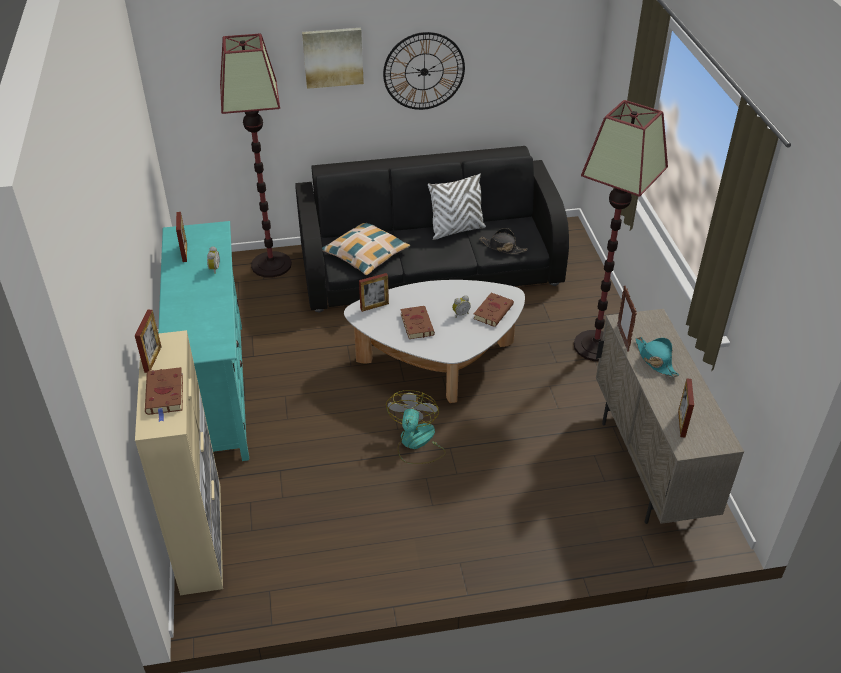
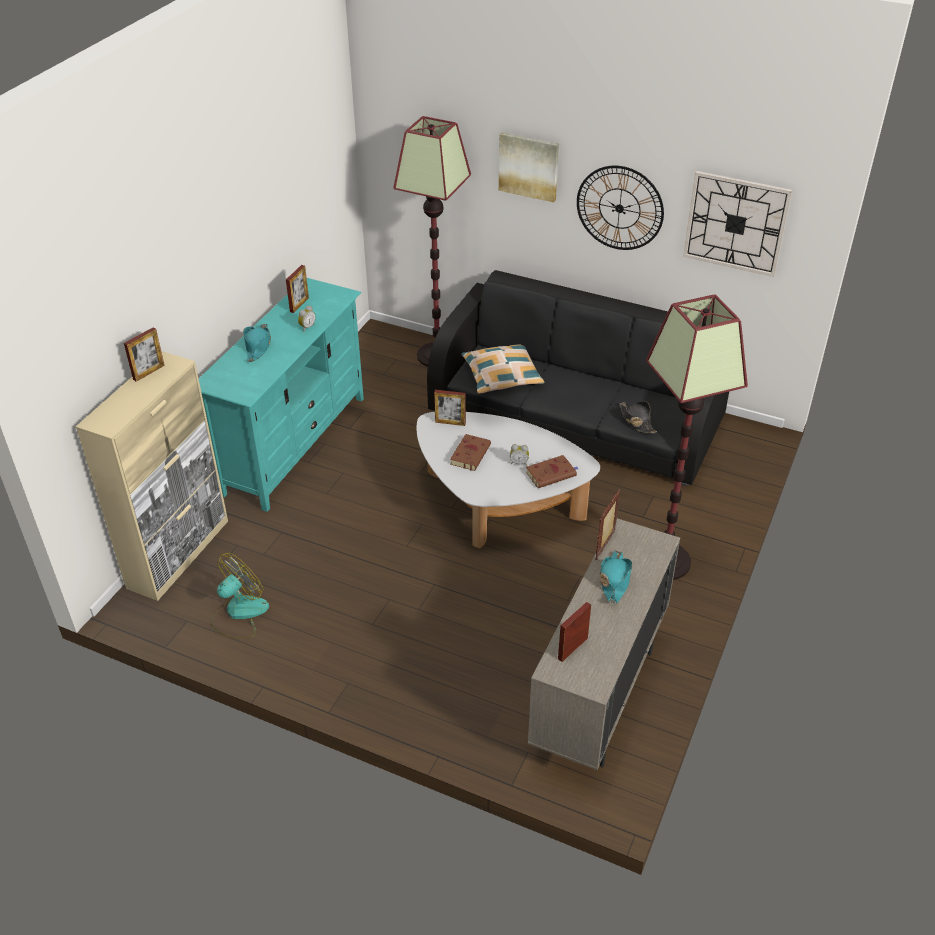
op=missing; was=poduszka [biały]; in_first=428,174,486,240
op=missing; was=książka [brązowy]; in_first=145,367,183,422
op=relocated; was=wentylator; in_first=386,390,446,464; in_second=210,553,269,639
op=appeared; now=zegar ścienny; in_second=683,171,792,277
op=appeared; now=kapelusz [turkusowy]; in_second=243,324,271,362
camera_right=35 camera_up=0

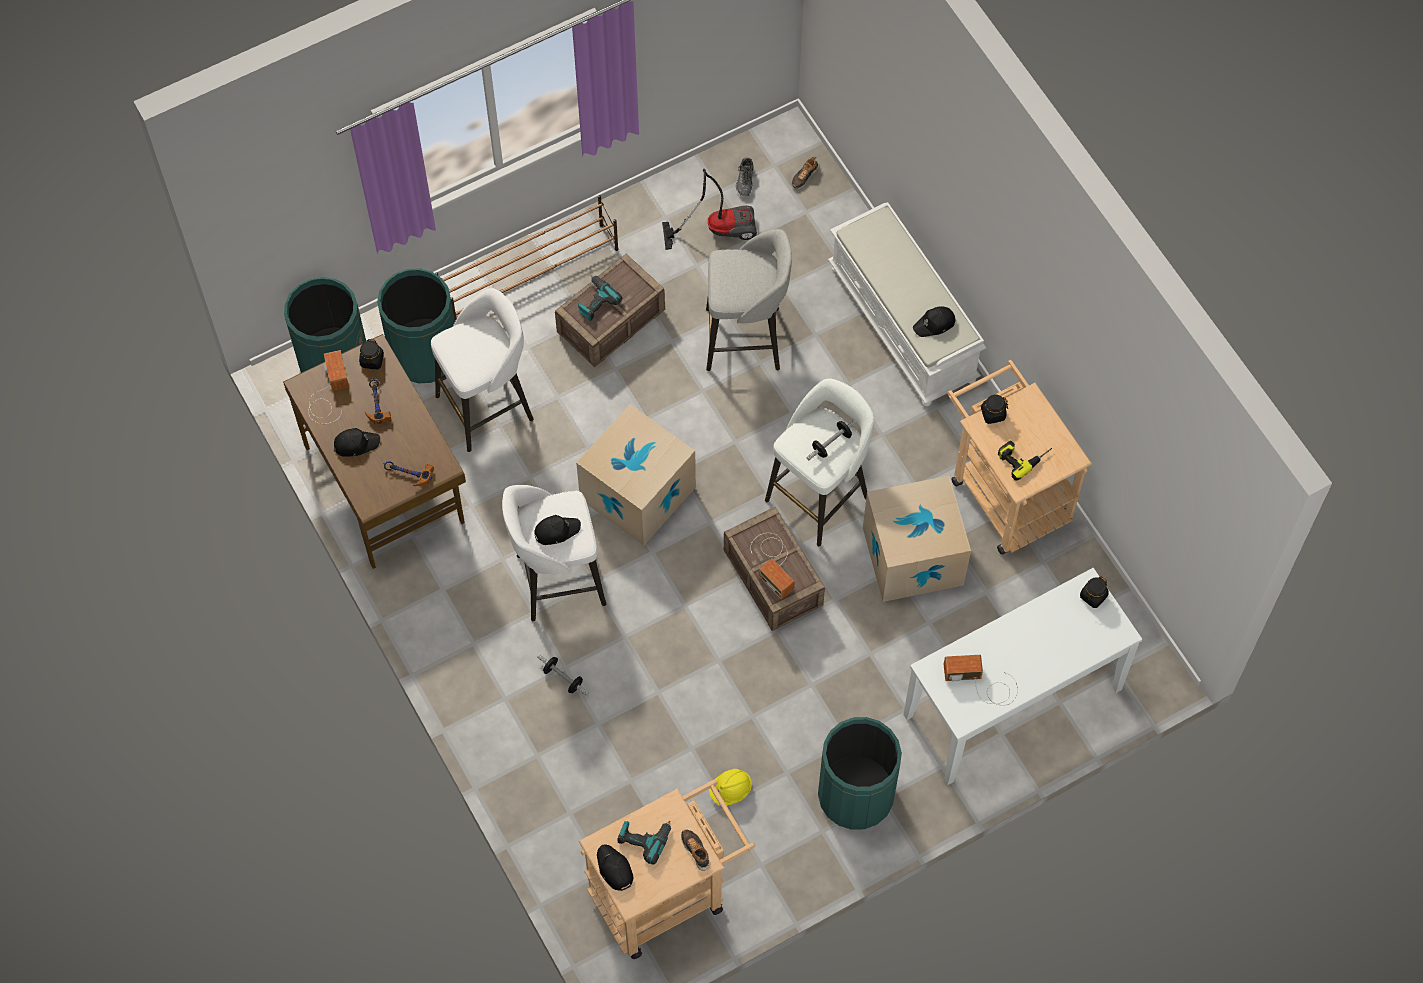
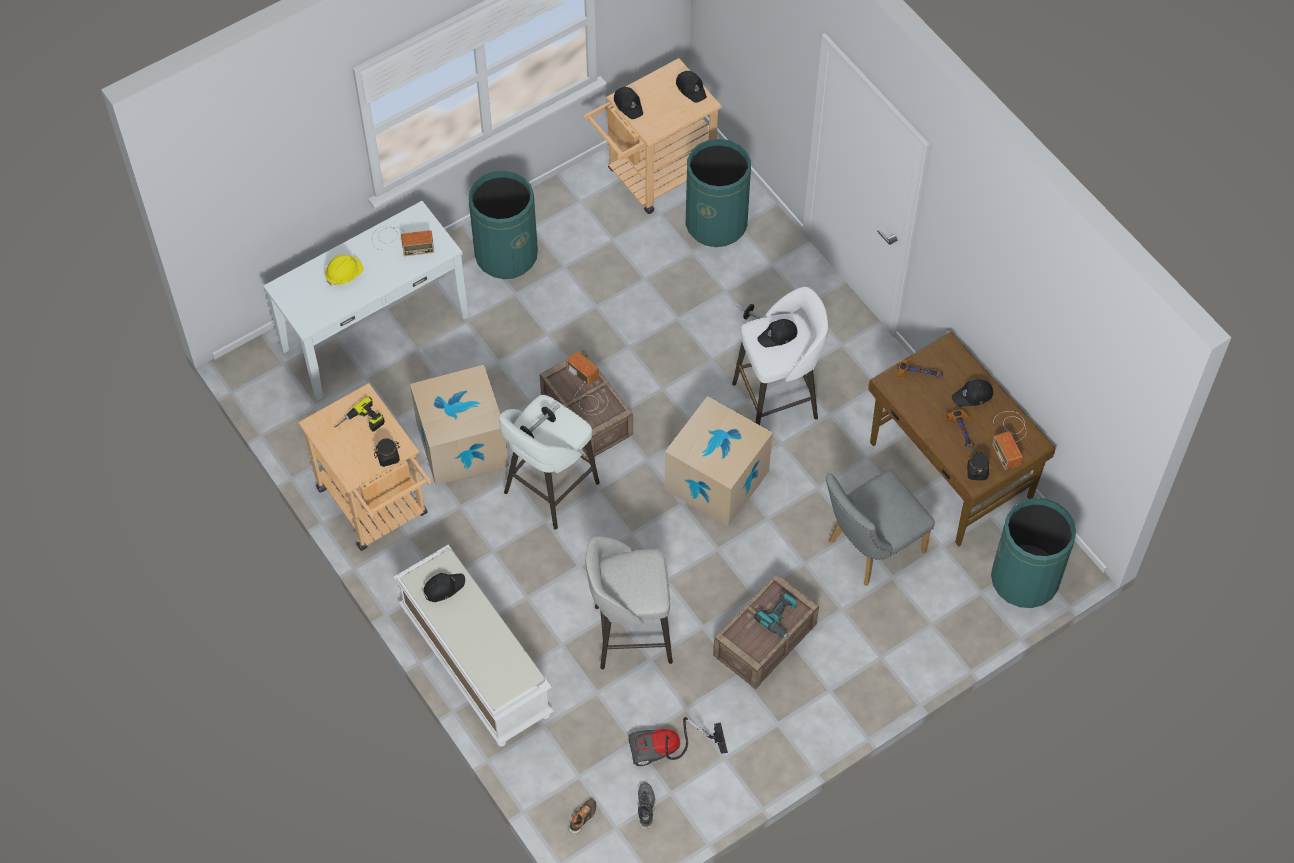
op=missing; was=regał na buty [brązowy]; in_first=435,195,619,321
op=relocated; was=kosz na śmieci [zielony]; in_first=377,268,455,383; in_second=686,139,751,247
op=exchanged; was=stołek [biały]; now=krzesło [szary]; in_first=431,288,533,452; in_second=826,469,935,586
op=missing; was=słoik [czarny]; in_first=1080,577,1109,608
op=relocated; was=kask [żółty]; in_first=709,769,752,806; in_second=325,255,363,285
op=missing; was=wiertarka; in_first=617,821,671,865
op=exchanged; was=but; now=czapka z daszkiem [czarny]; in_first=681,829,710,871; in_second=614,87,643,119
camera_right=175 camera_up=-5

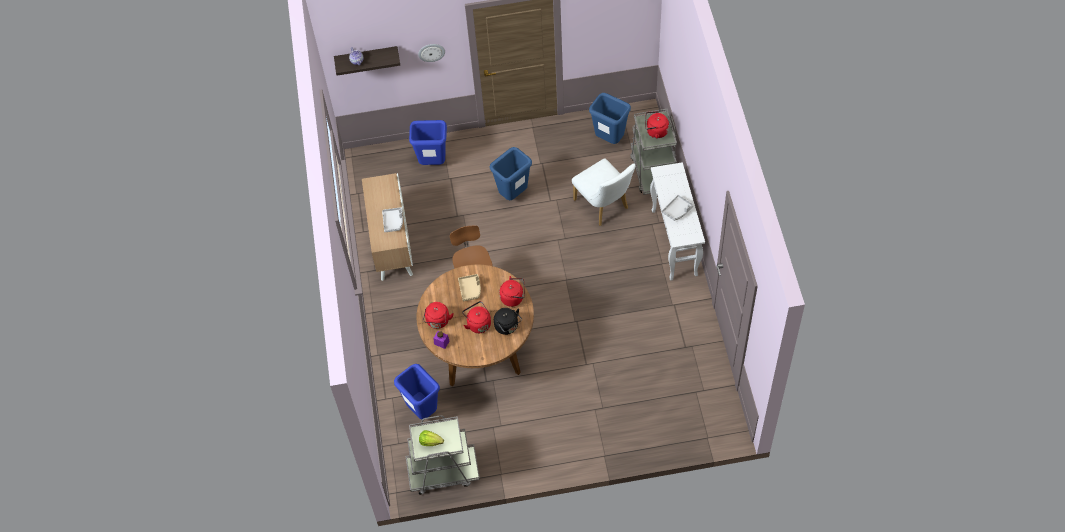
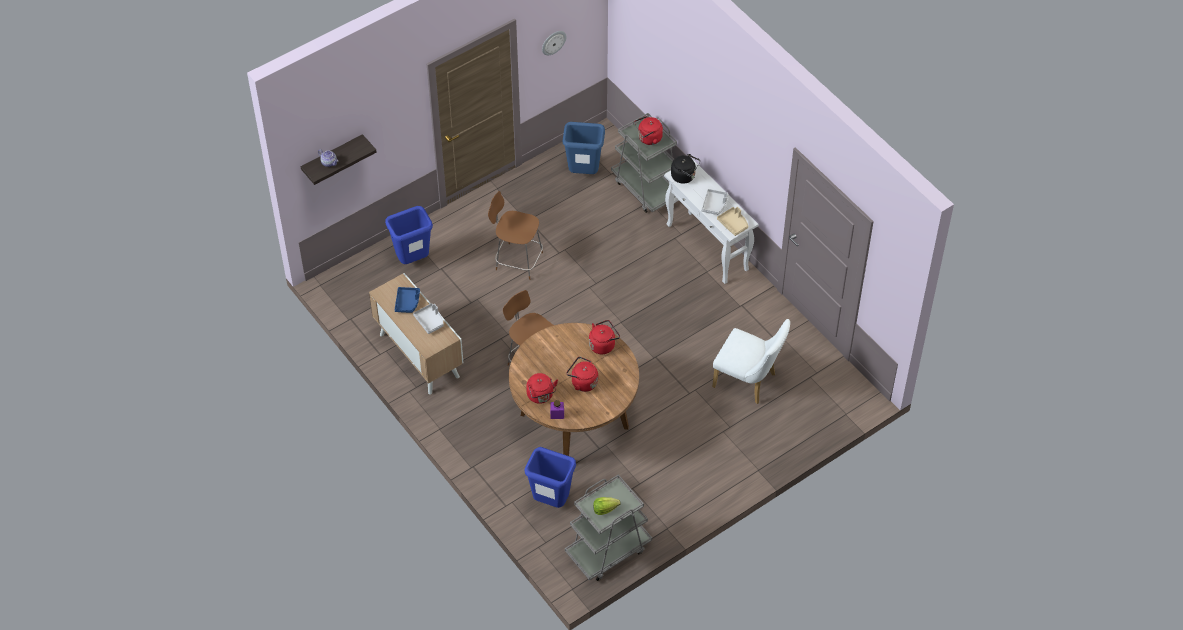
op=relocated; was=zegar ścienny; in_first=418,44,445,62; in_second=542,31,567,55
op=exchanged; was=kosz na śmieci [niebieski]; now=krzesło [brązowy]; in_first=490,147,532,200; in_second=488,191,543,280
op=relocated; was=krzesło [biały]; in_first=572,158,636,226; in_second=712,319,790,404
op=relocated; was=taca [beżowy]; in_first=458,274,481,301; in_second=717,207,748,236
op=relocated; was=czajnik [czarny]; in_first=494,308,522,335; in_second=671,154,700,184
op=appeared; now=taca [niebieski]; in_second=395,287,420,313
camera_right=-30 camera_up=-5

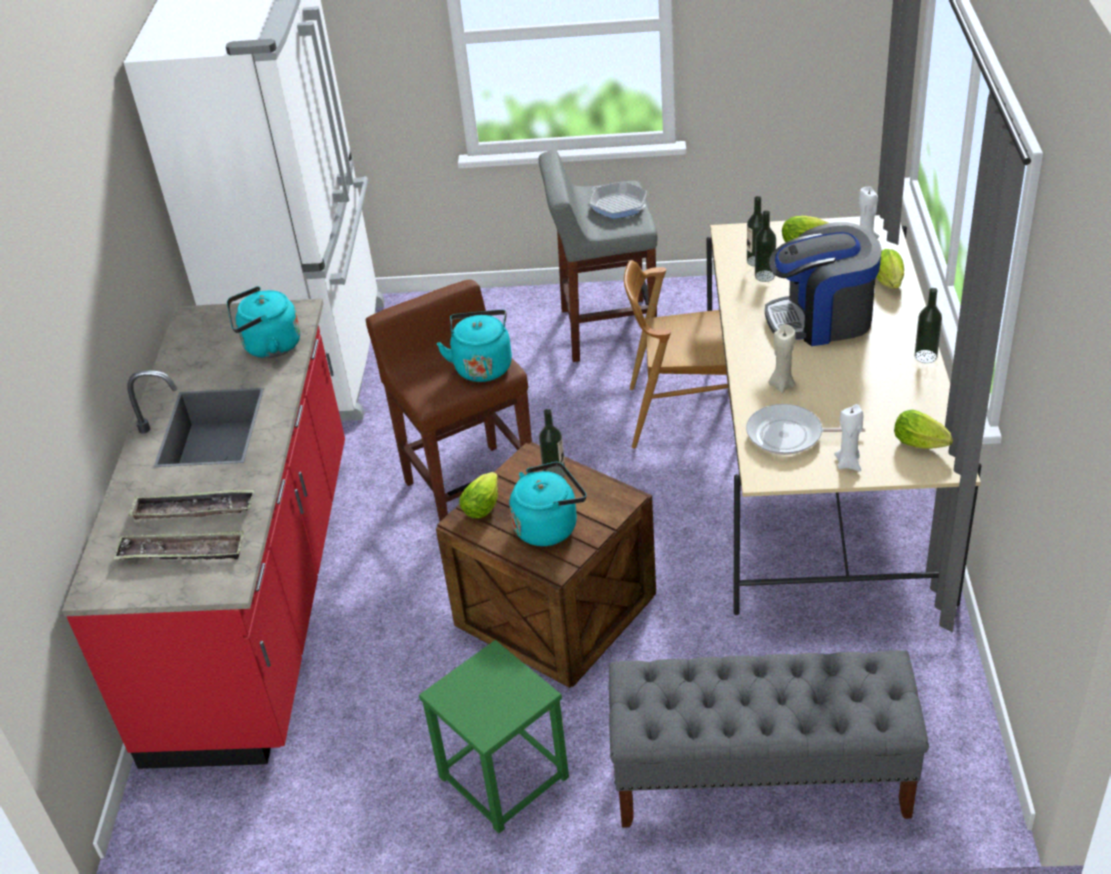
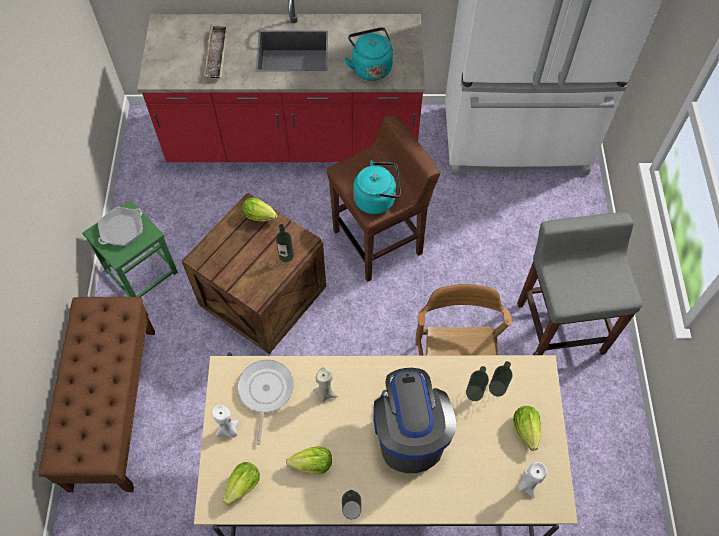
op=relocated; was=patelnia; in_first=590,182,647,219; in_second=98,207,143,246
op=relocated; was=sałata; in_first=876,249,904,289; in_second=286,447,332,474
op=missing; was=czajnik [turkusowy]; in_first=509,462,586,546
op=missing; was=taca; in_first=113,531,244,560
op=colour; was=ławka [szary]; now=ławka [brązowy]; in_first=609,650,929,828; in_second=38,297,155,492
camera_right=85 camera_up=20

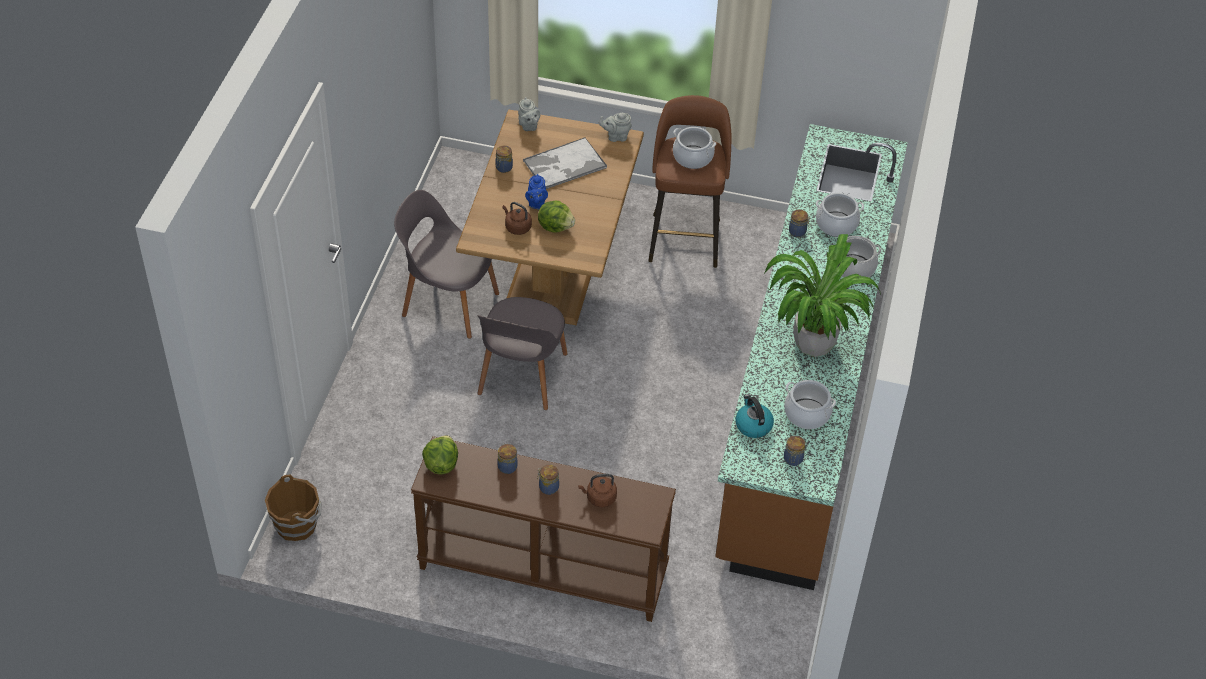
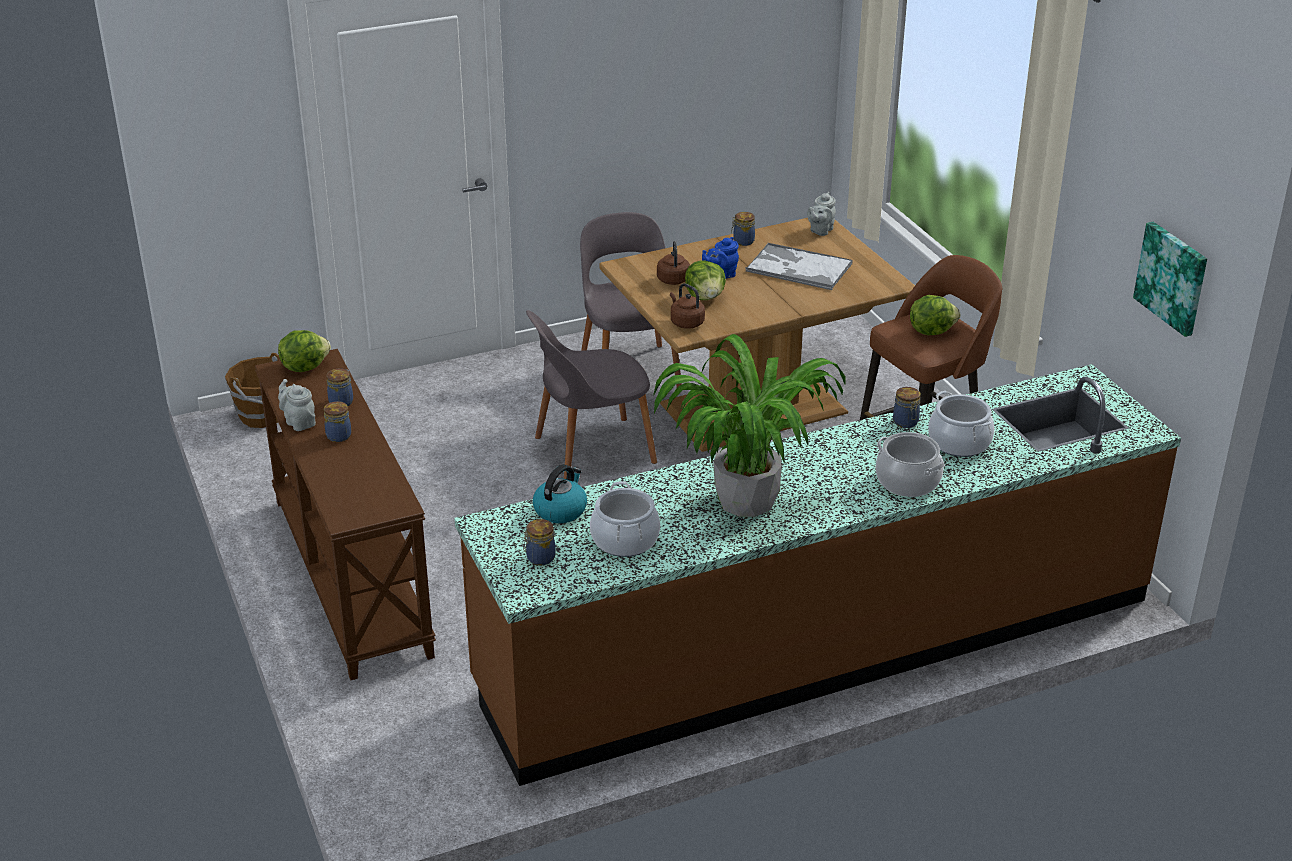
op=relocated; was=imbryk [szary]; in_first=599,113,632,142; in_second=278,379,316,431
op=exchanged; was=garnek; now=sałata; in_first=673,127,716,169; in_second=910,295,960,335
op=relocated; was=czajnik [brązowy]; in_first=578,474,617,507; in_second=670,283,705,329
op=appeared; now=obraz; in_second=1133,222,1207,337
camera_right=55 camera_up=-15

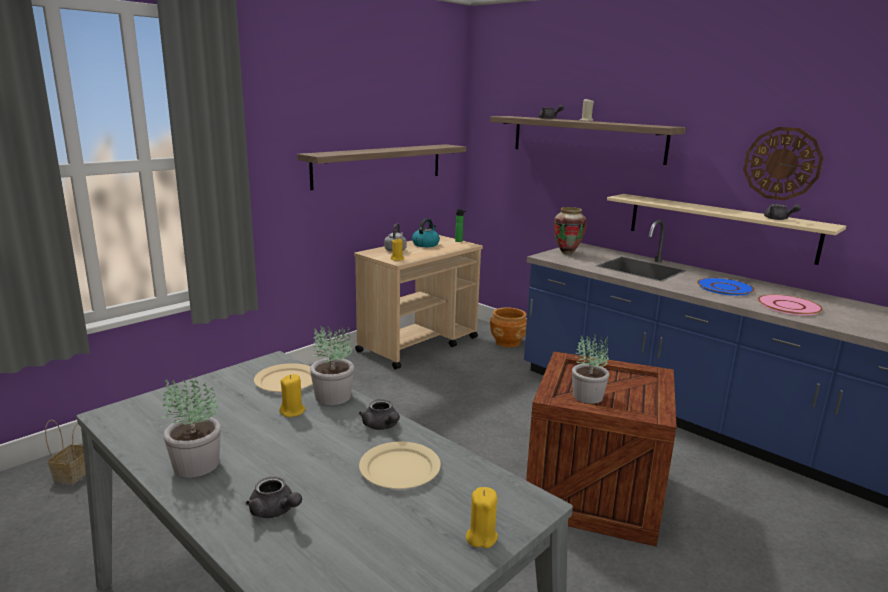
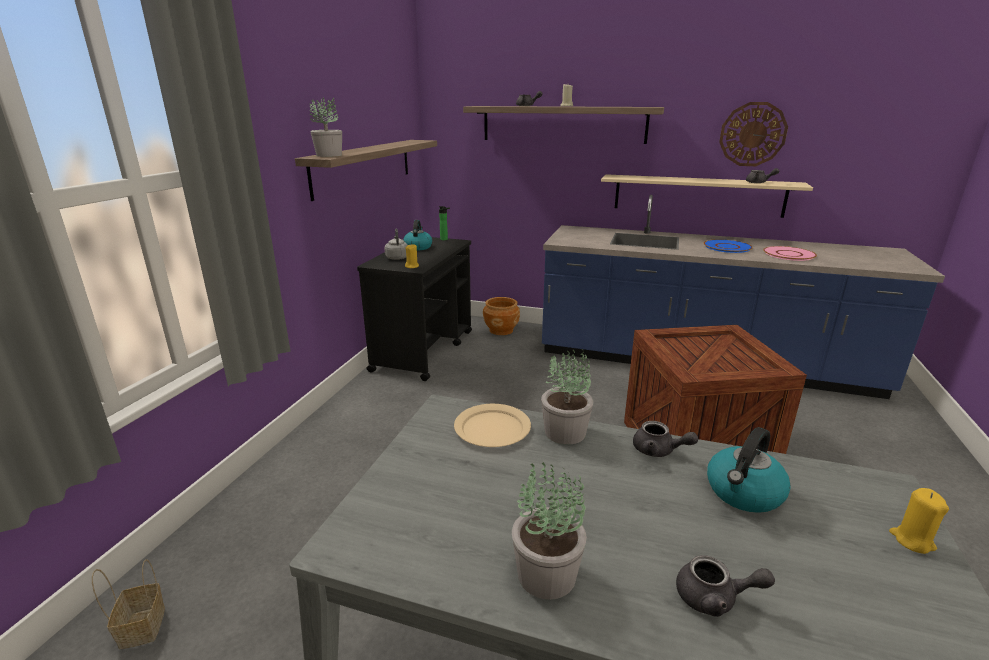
op=missing; was=wazon; in_first=554,207,587,254
op=colour; was=wózek [beżowy]; now=wózek [czarny]; in_first=354,235,483,370; in_second=357,237,472,381
op=relocated; was=roślina doniczkowa; in_first=572,334,609,404; in_second=310,98,342,157
op=missing; was=świeca [żółty]; in_first=279,374,305,417
op=exchanged; was=talerz [beżowy]; now=czajnik; in_first=359,442,441,489; in_second=707,427,791,513
camera_right=-25 camera_up=5

